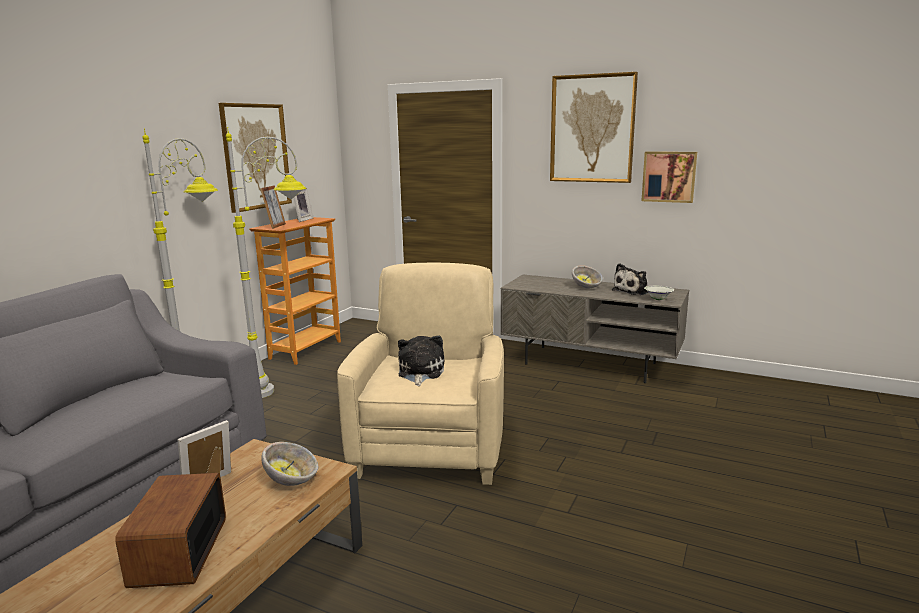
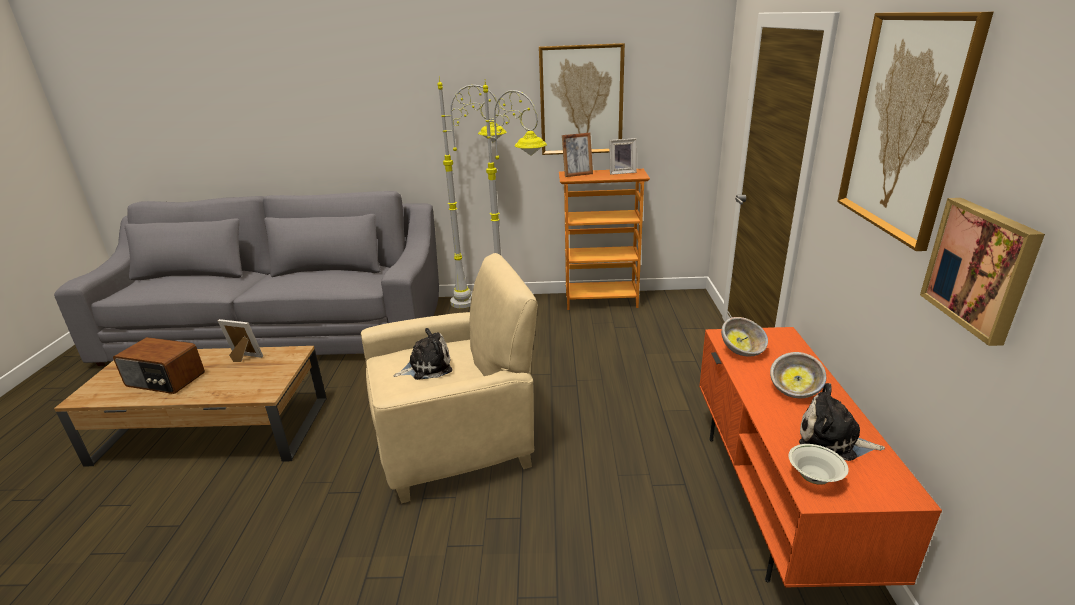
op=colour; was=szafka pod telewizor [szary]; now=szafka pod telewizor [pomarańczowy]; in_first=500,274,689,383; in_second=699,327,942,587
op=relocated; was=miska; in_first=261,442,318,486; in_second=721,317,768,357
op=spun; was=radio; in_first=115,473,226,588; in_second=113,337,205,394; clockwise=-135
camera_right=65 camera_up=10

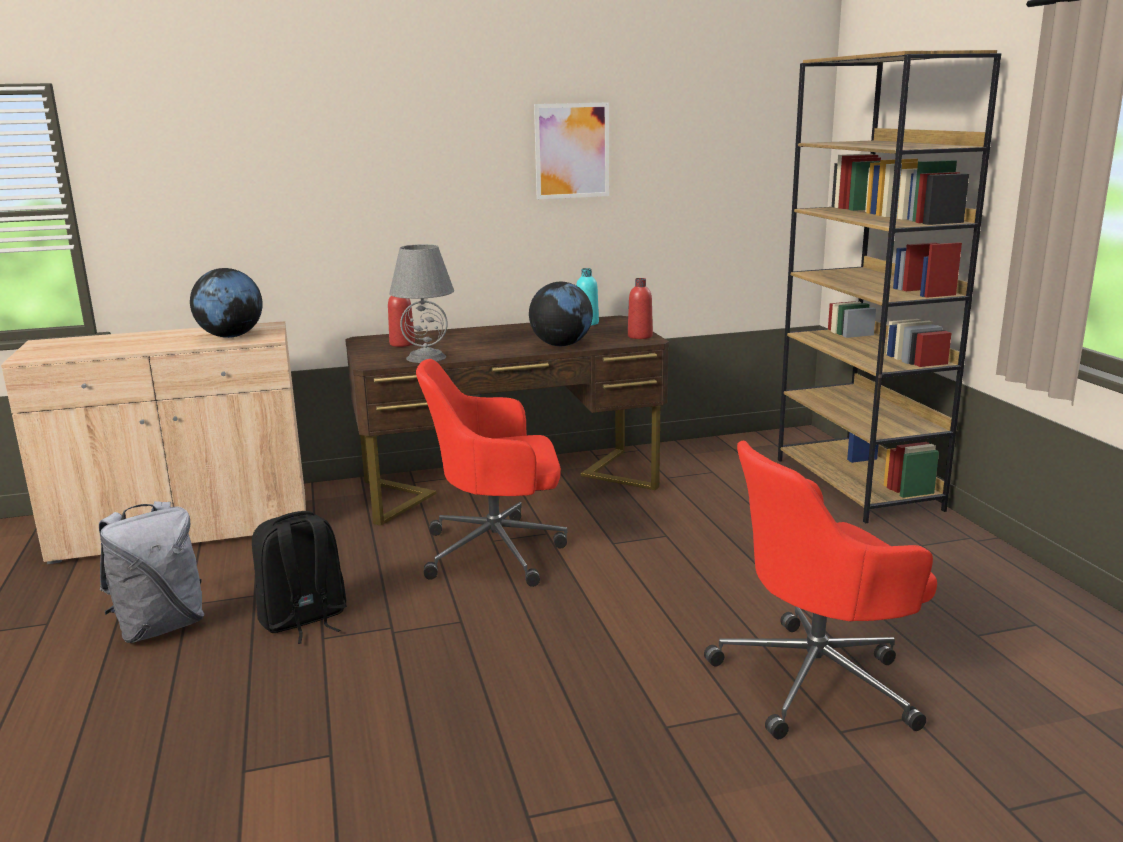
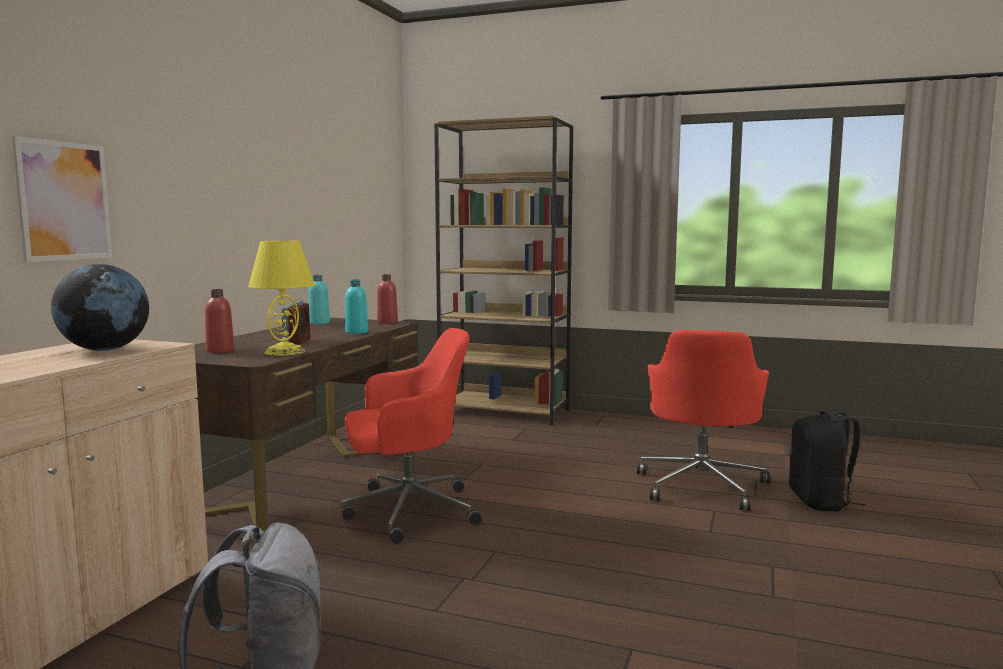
op=relocated; was=obraz; in_first=534,102,609,199; in_second=12,136,112,262
op=colour; was=lampa stołowa [szary]; now=lampa stołowa [żółty]; in_first=389,244,454,363; in_second=248,241,315,356
op=exchanged; was=globus; now=butelka [turkusowy]; in_first=529,282,593,346; in_second=345,279,368,334
op=spun; was=krzesło biurowe [czerwony]; in_first=416,359,567,587; in_second=341,328,482,544; clockwise=-135
op=relocated; was=plecak [czarny]; in_first=252,511,347,644; in_second=789,410,866,511
op=appeared; now=budzik; in_second=282,300,310,345
camera_right=-55 camera_up=-10

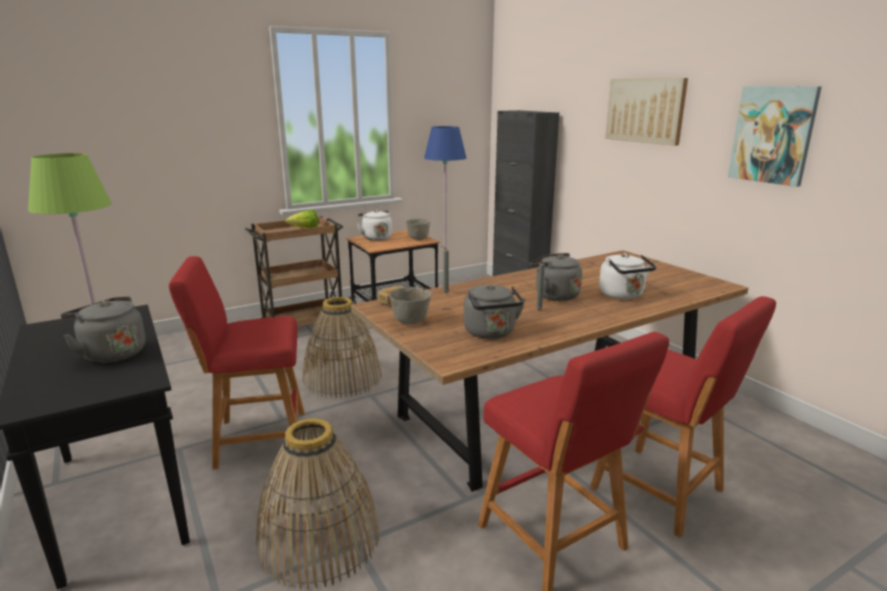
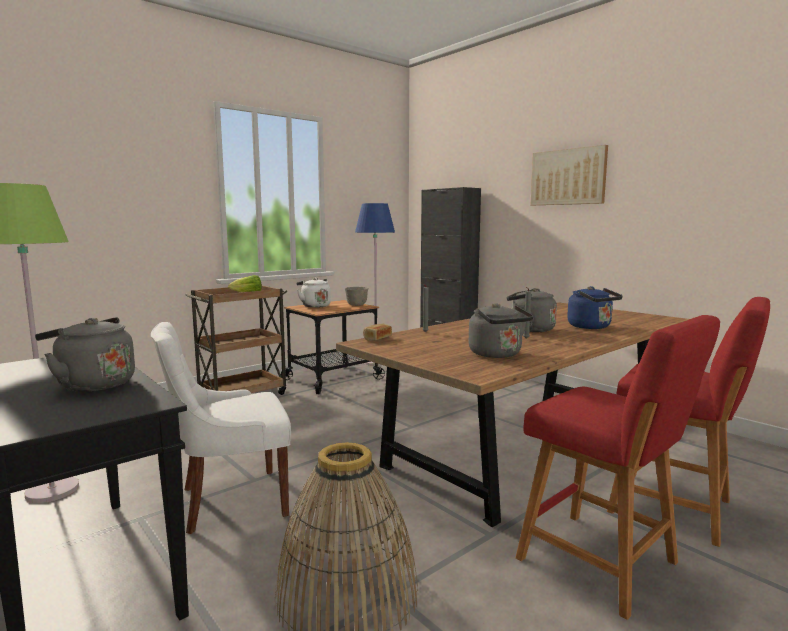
op=missing; was=obraz; in_first=728,86,822,187
op=colour; was=czajnik [biały]; now=czajnik [niebieski]; in_first=599,253,657,299; in_second=567,286,623,329
op=exchanged; was=stołek [czerwony]; now=krzesło [biały]; in_first=169,256,305,469; in_second=151,322,291,534
op=missing; was=miska [szary]; in_first=389,287,432,324
op=missing; was=koszyk; in_first=303,297,382,398
camera_right=-10 camera_up=-10

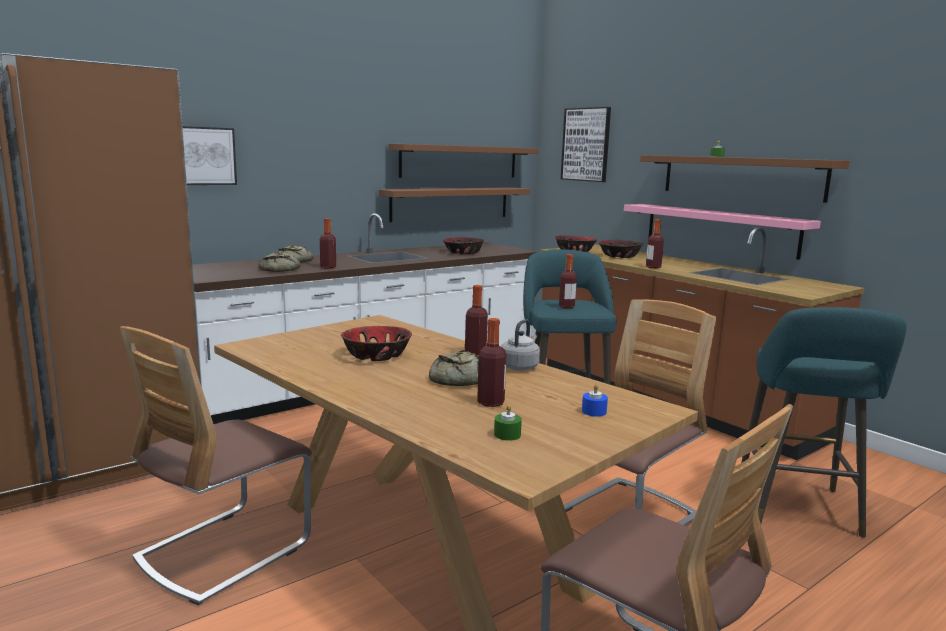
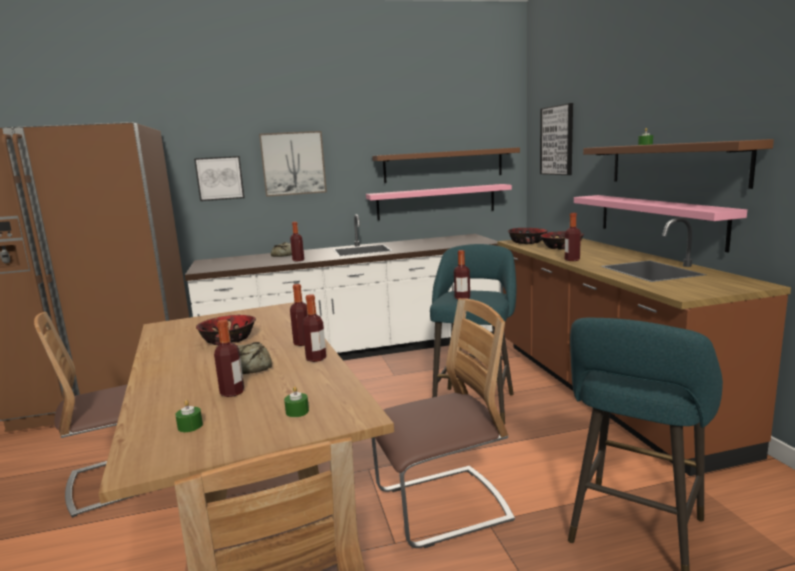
op=colour; was=półka [brązowy]; now=półka [różowy]; in_first=379,187,530,222; in_second=366,184,512,220
op=missing; was=miska; in_first=443,237,484,254
op=missing; was=chleb; in_first=258,252,301,272
op=exchanged; was=czajnik [szary]; now=butelka; in_first=501,319,540,370; in_second=302,294,326,362
op=colour; was=świeca [niebieski]; now=świeca [zielony]; in_first=582,384,608,417; in_second=284,386,309,417
op=appeared; now=obraz; in_second=259,131,327,197
camera_right=25 camera_up=0

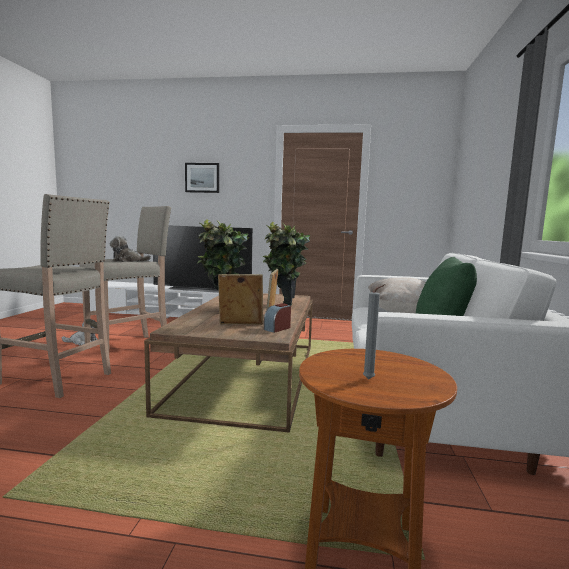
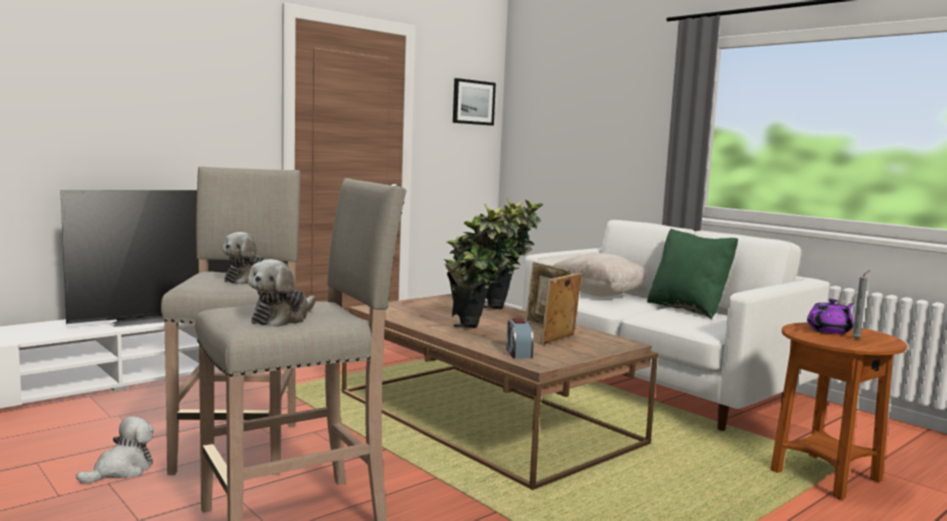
op=relocated; was=obraz; in_first=185,163,219,193; in_second=453,78,496,126
op=relocated; was=budzik; in_first=264,303,291,333; in_second=506,318,534,359
op=appeared; now=pluszak; in_second=248,259,316,327
op=appeared; now=imbryk [fioletowy]; in_second=807,299,854,334
camera_right=-50 camera_up=0

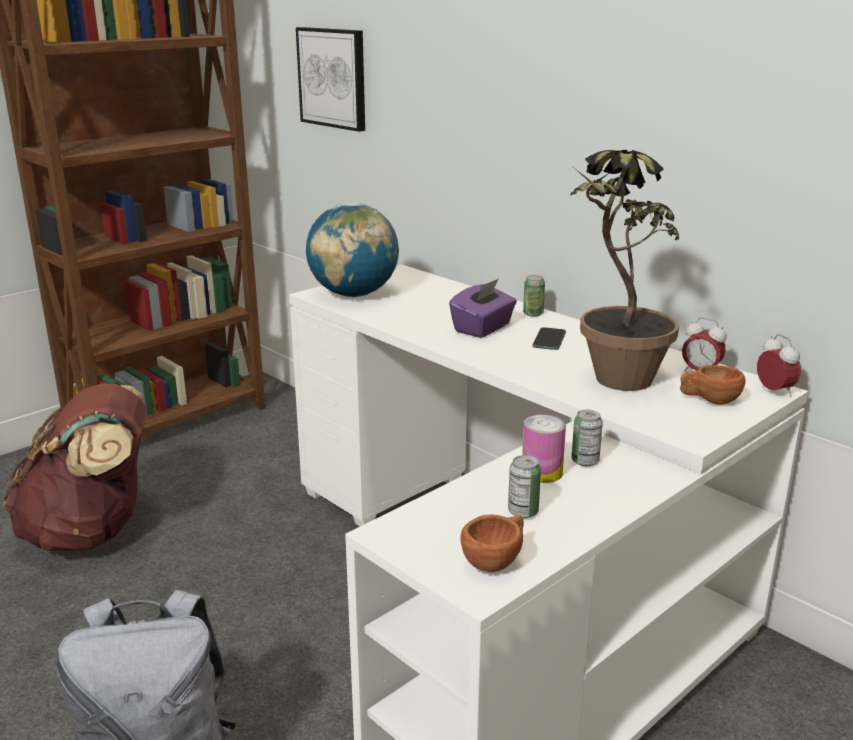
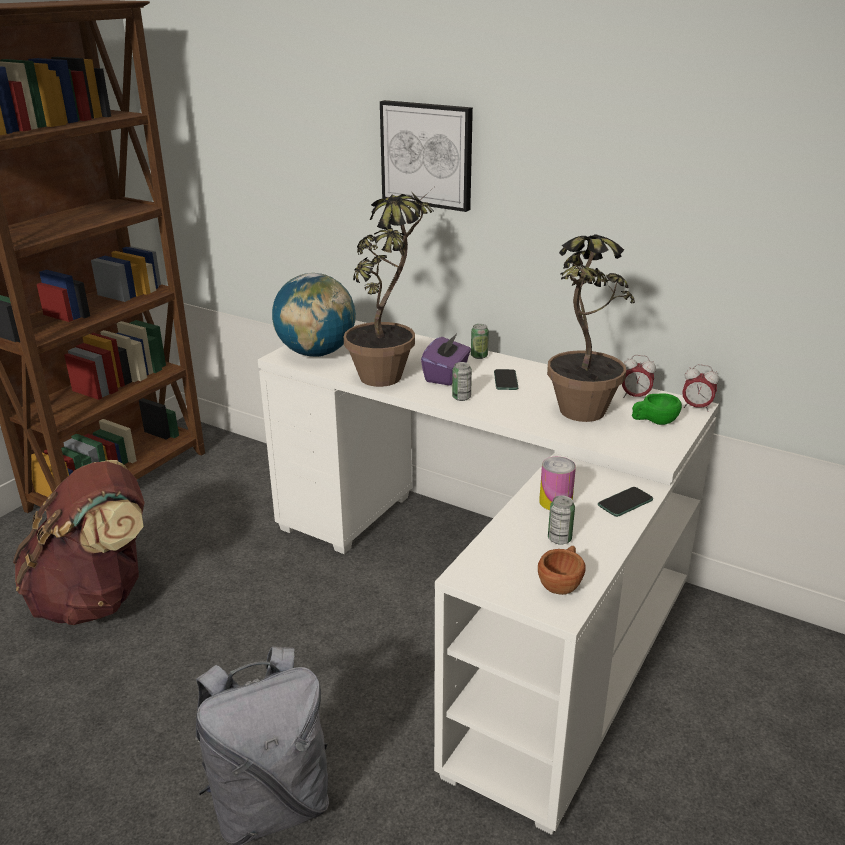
op=relocated; was=obraz; in_first=296,27,365,132; in_second=380,100,473,212
op=spun; was=budzik; in_first=757,334,801,397; in_second=682,364,719,412; clockwise=150
op=colour; was=filiżanka [brązowy]; now=filiżanka [zielony]; in_first=680,365,746,404; in_second=632,393,682,425
op=relocated; was=puszka; in_first=571,409,603,466; in_second=452,362,472,401
op=appeared; now=roślina doniczkowa; in_second=344,190,433,387
op=appeared; now=telefon; in_second=598,487,653,517
camera_right=-15 camera_up=5

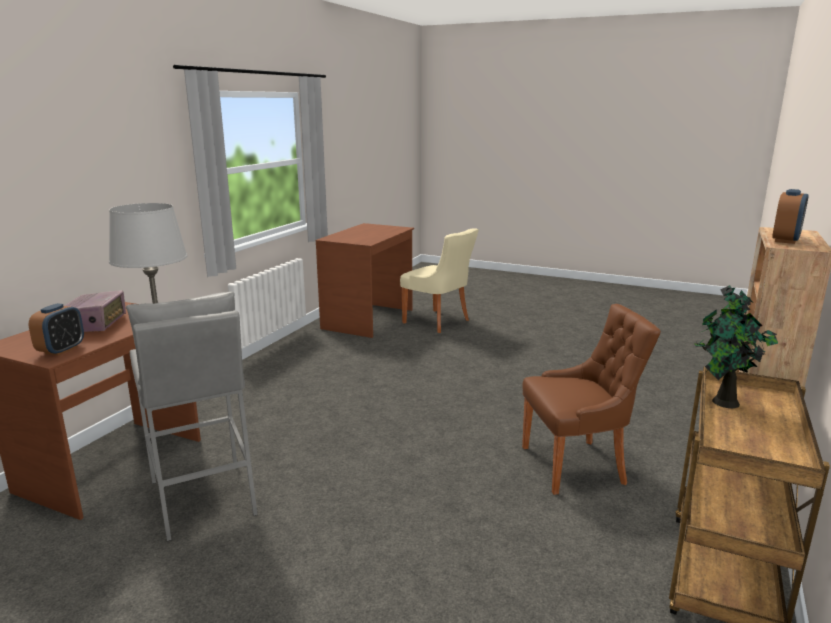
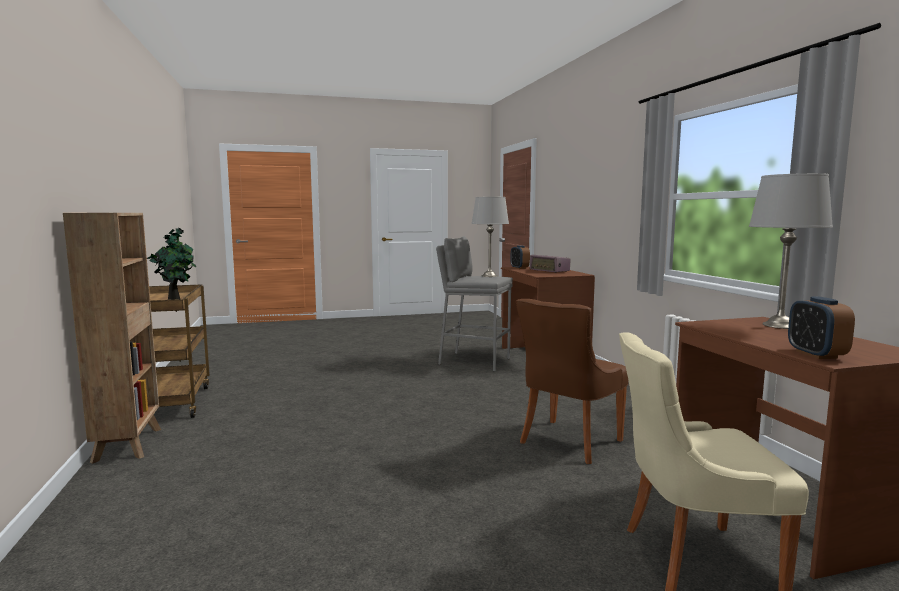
op=relocated; was=budzik; in_first=772,189,809,244; in_second=788,296,855,359
op=relocated; was=krzesło [brązowy]; in_first=522,304,661,495; in_second=516,299,629,464
op=appeared; now=lampa stołowa [szary]; in_second=749,173,833,329
camera_right=140 camera_up=-10

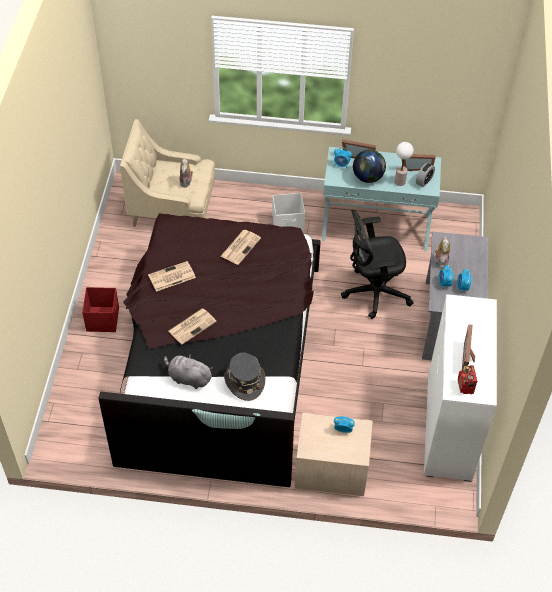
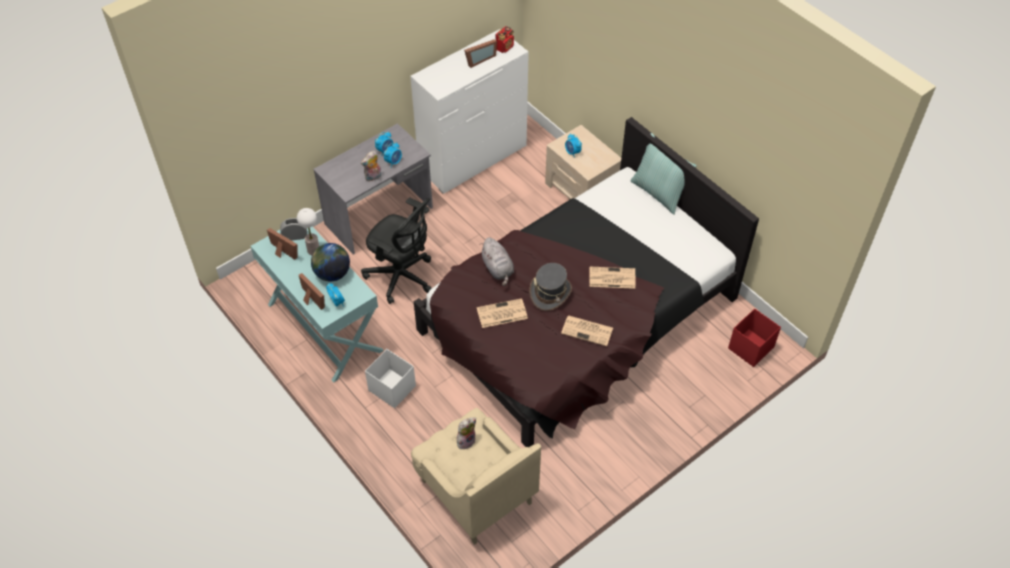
op=relocated; was=pojemnik do przechowywania [czerwony]; in_first=82,287,119,332; in_second=728,309,781,367
op=relocated; was=kapelusz [szary]; in_first=224,353,265,401; in_second=530,263,572,311
op=relocated; was=pluszak [szary]; in_first=164,354,213,389; in_second=481,237,514,286
camera_right=-135 camera_up=0

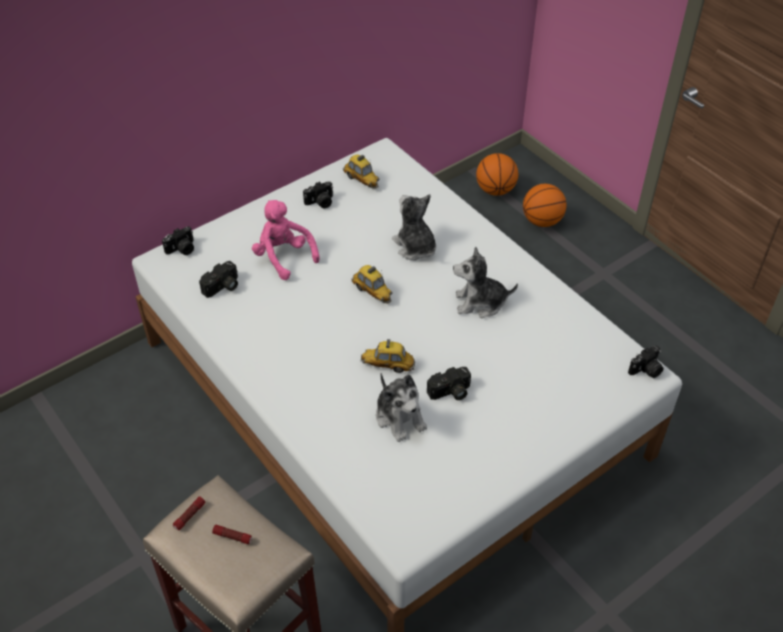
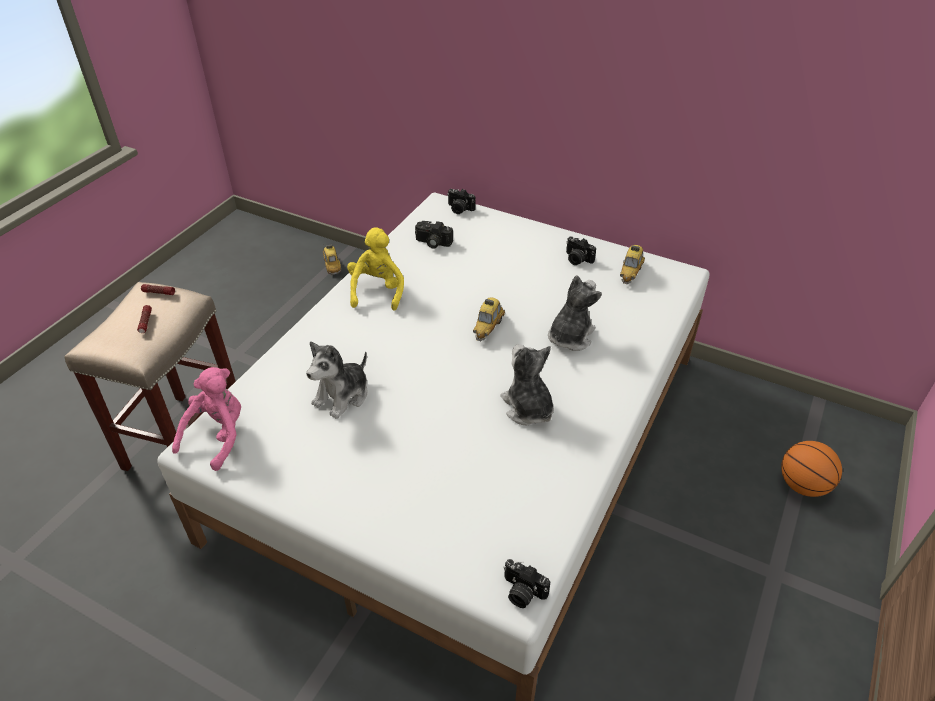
op=missing; was=piłka do koszykówki; in_first=476,153,518,196
op=relocated; was=pluszak [różowy]; in_first=252,200,320,280; in_second=172,367,241,471
op=relocated; was=samochodzik; in_first=361,339,415,373; in_second=323,244,341,276
op=missing; was=aparat fotograficzny; in_first=427,367,471,400
op=appeared; now=pluszak [żółty]; in_second=347,228,404,311
camera_right=65 camera_up=-5

